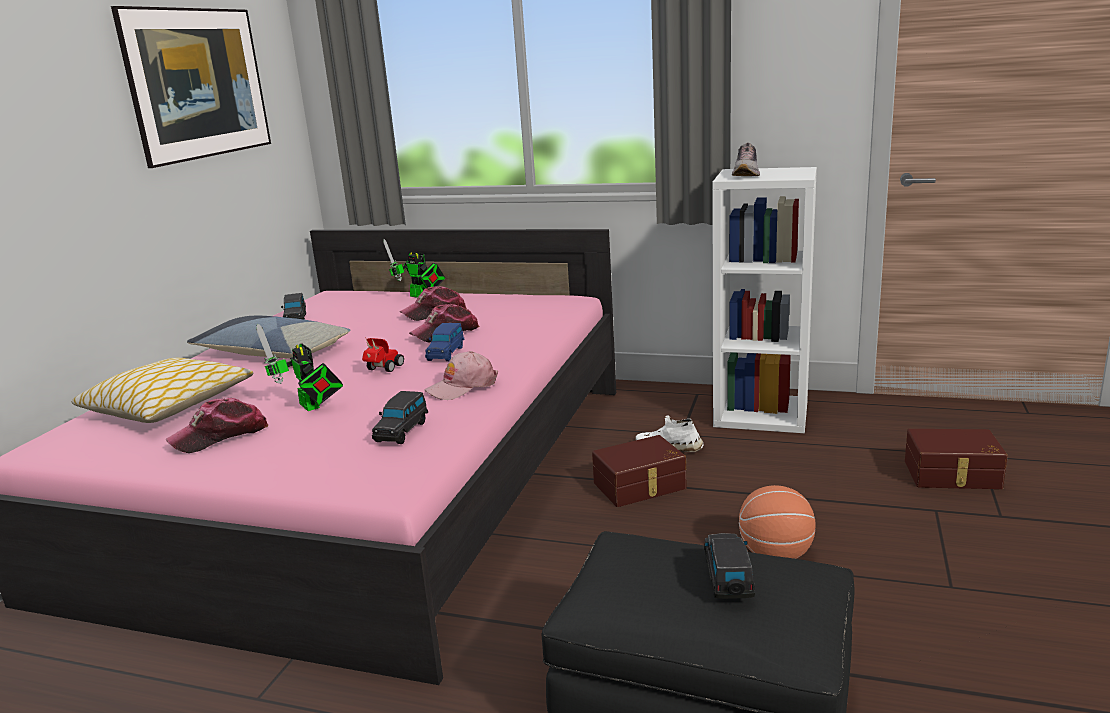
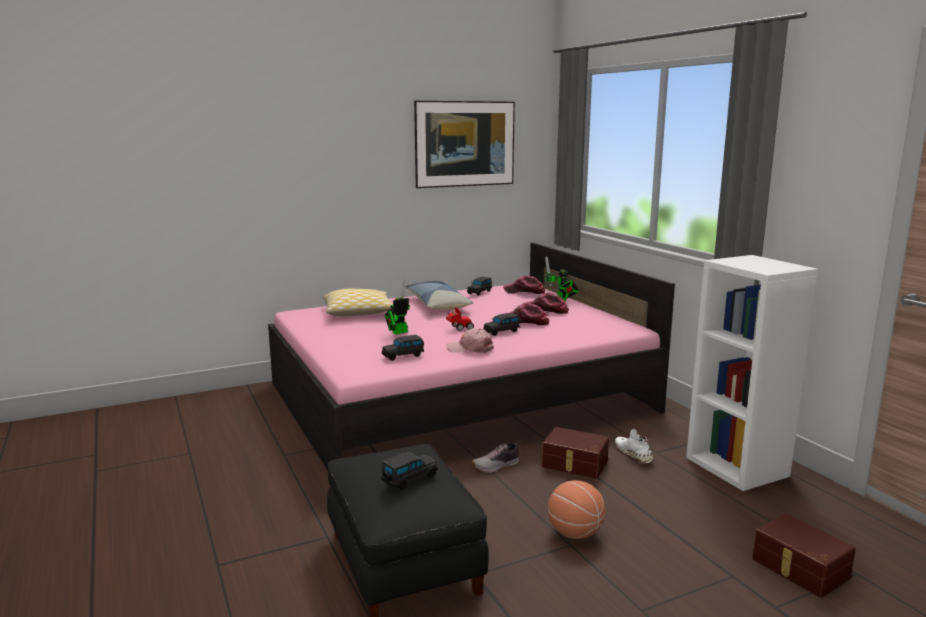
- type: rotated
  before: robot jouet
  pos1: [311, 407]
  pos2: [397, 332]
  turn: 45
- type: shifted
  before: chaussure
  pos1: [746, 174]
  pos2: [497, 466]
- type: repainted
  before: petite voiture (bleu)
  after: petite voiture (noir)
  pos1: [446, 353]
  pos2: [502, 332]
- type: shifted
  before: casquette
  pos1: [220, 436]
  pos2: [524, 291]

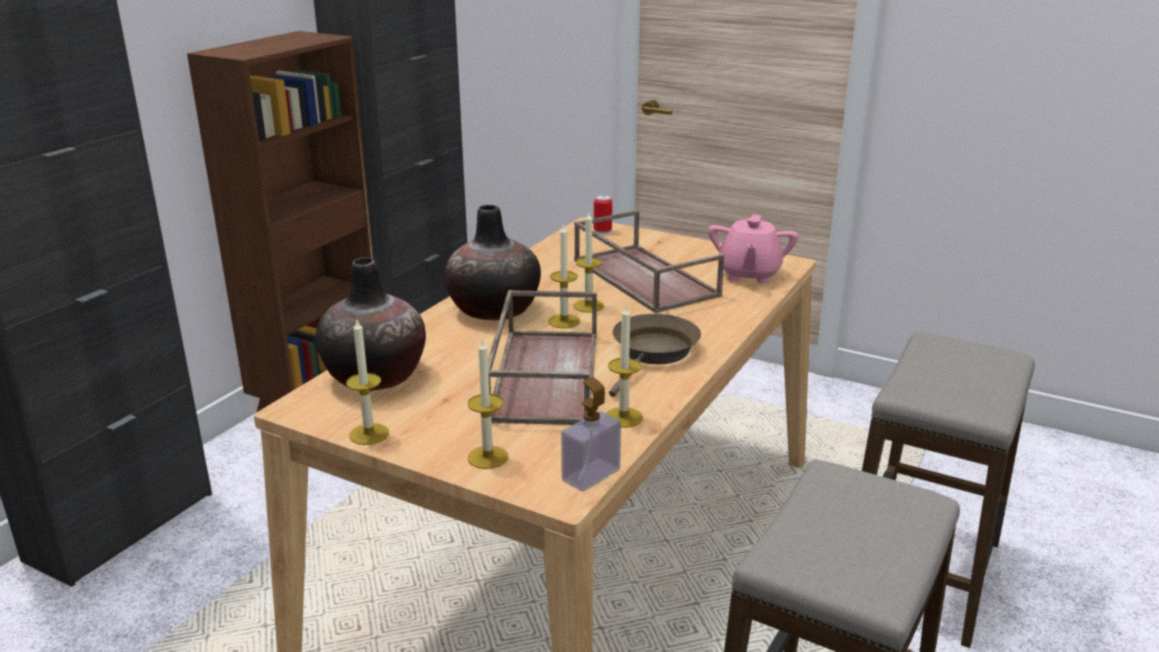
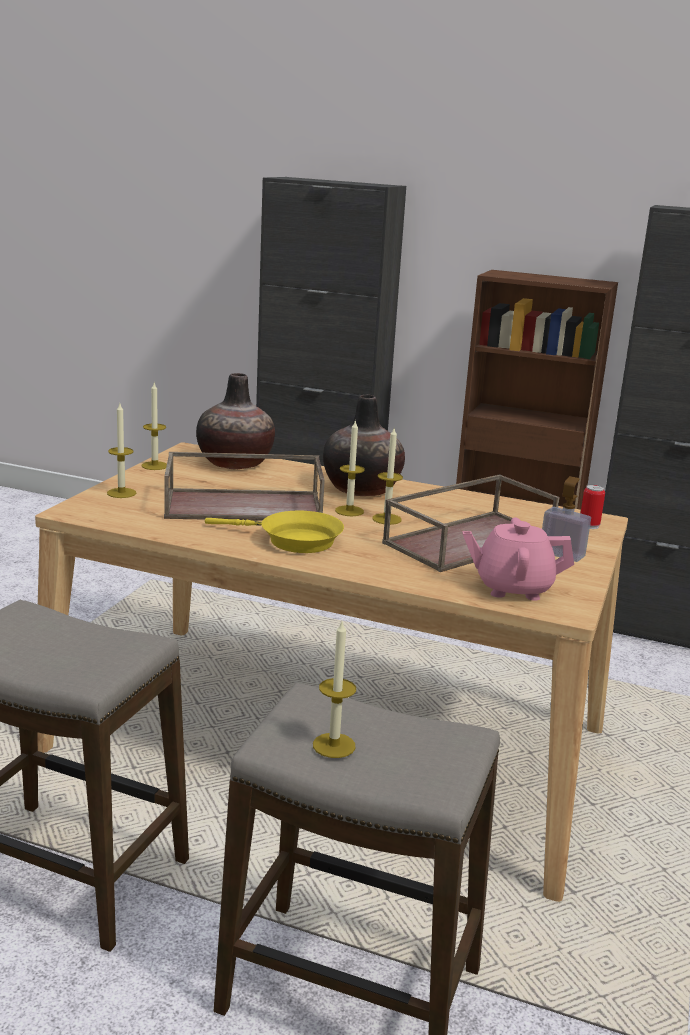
- type: repainted
  before: poêle (marron)
  after: poêle (jaune)
  pos1: [653, 353]
  pos2: [293, 540]
- type: shifted
  before: bougie
  pos1: [623, 417]
  pos2: [334, 745]
- type: shifted
  before: distributeur de savon
  pos1: [591, 475]
  pos2: [562, 554]

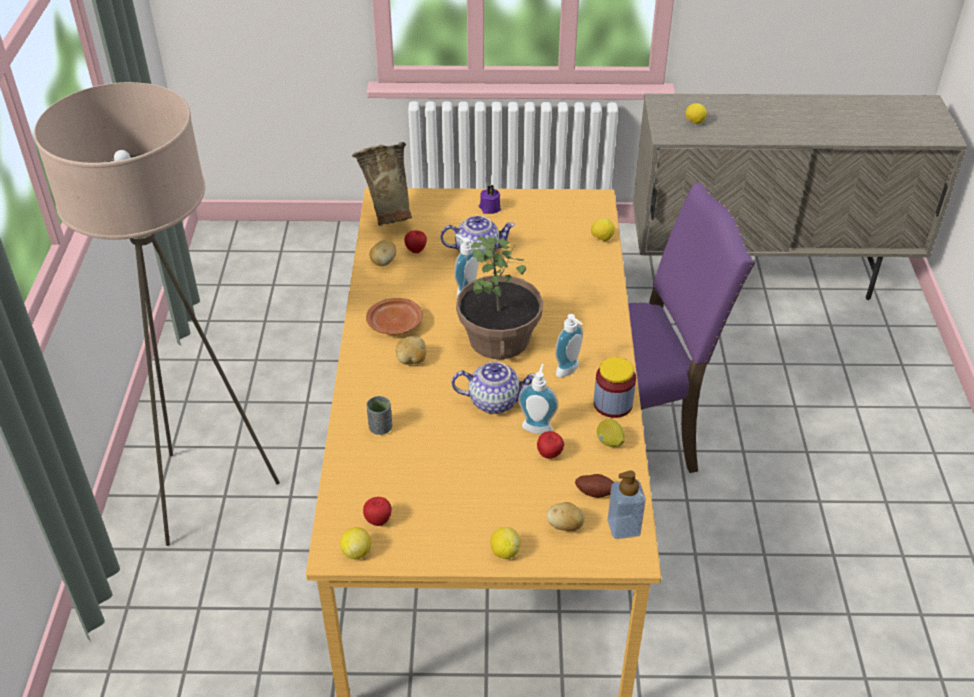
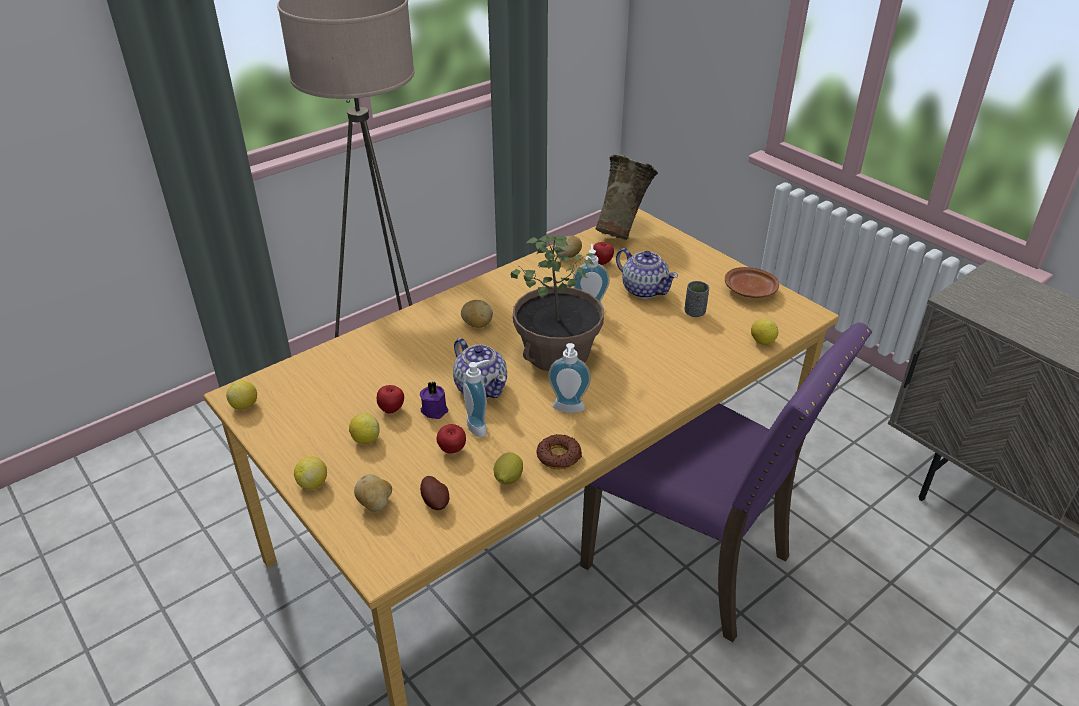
- type: shifted
  before: citron
  pos1: [694, 122]
  pos2: [366, 439]
- type: shifted
  before: pomme
  pos1: [378, 521]
  pos2: [392, 410]
- type: shifted
  before: bougie (violet)
  pos1: [489, 208]
  pos2: [434, 409]
- type: swapped
  before: bocal
  after: beignet
  pos1: [613, 404]
  pos2: [559, 456]
- type: shifted
  before: tasse (gris)
  pos1: [380, 428]
  pos2: [694, 312]
- type: shifted
  before: assiette (marron)
  pos1: [396, 324]
  pos2: [750, 291]
- type: gone
  before: distributeur de savon
  pos1: [623, 527]

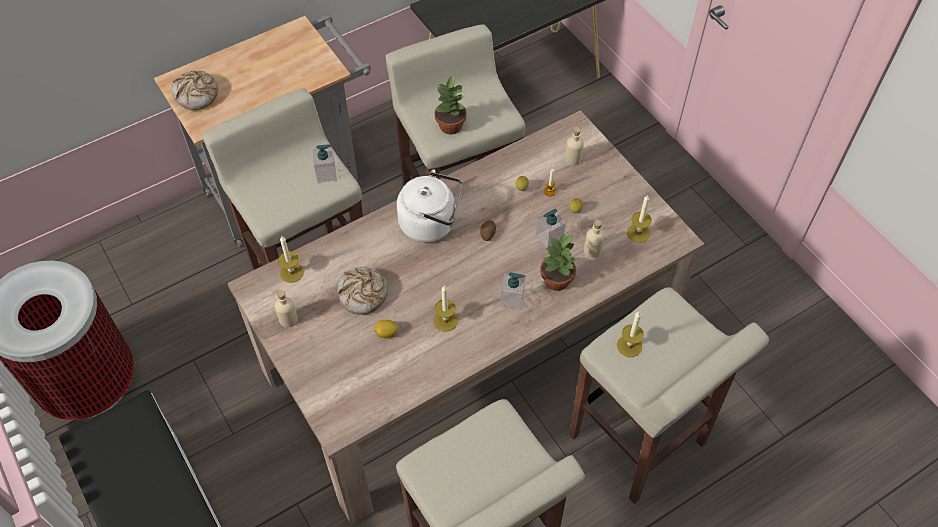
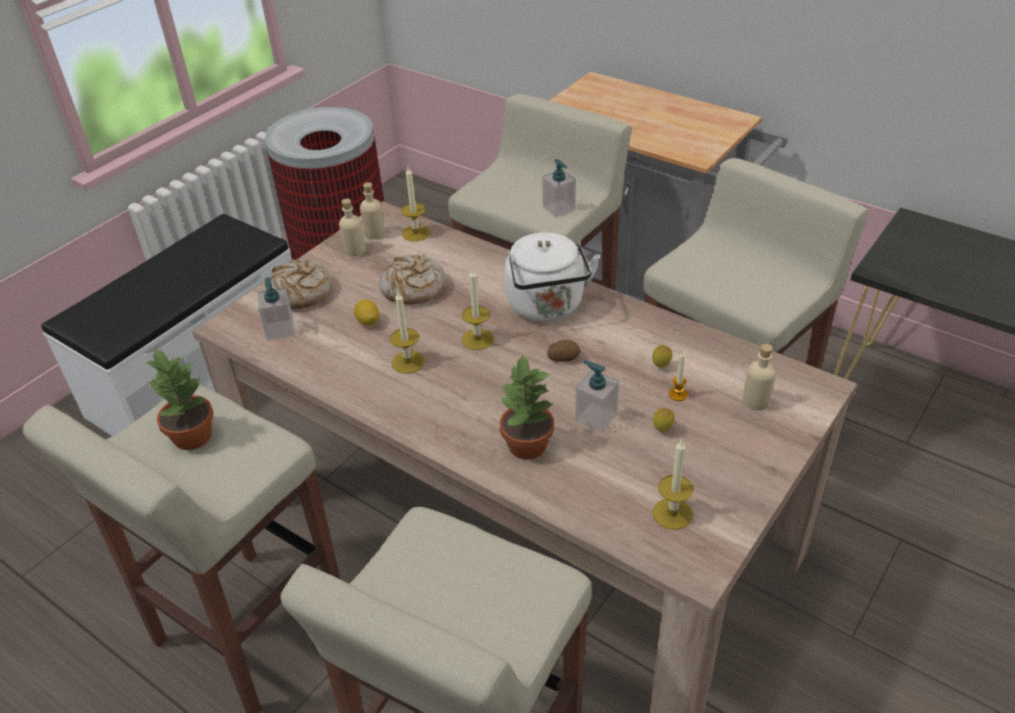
- type: shifted
  before: plante en pot
  pos1: [450, 126]
  pos2: [191, 436]
- type: shifted
  before: distributeur de savon
  pos1: [512, 299]
  pos2: [280, 330]
- type: shifted
  before: pain
  pos1: [196, 95]
  pos2: [300, 293]
- type: shifted
  before: bouteille (beige)
  pos1: [592, 250]
  pos2: [374, 233]
- type: shifted
  before: bougie
  pos1: [629, 346]
  pos2: [477, 339]

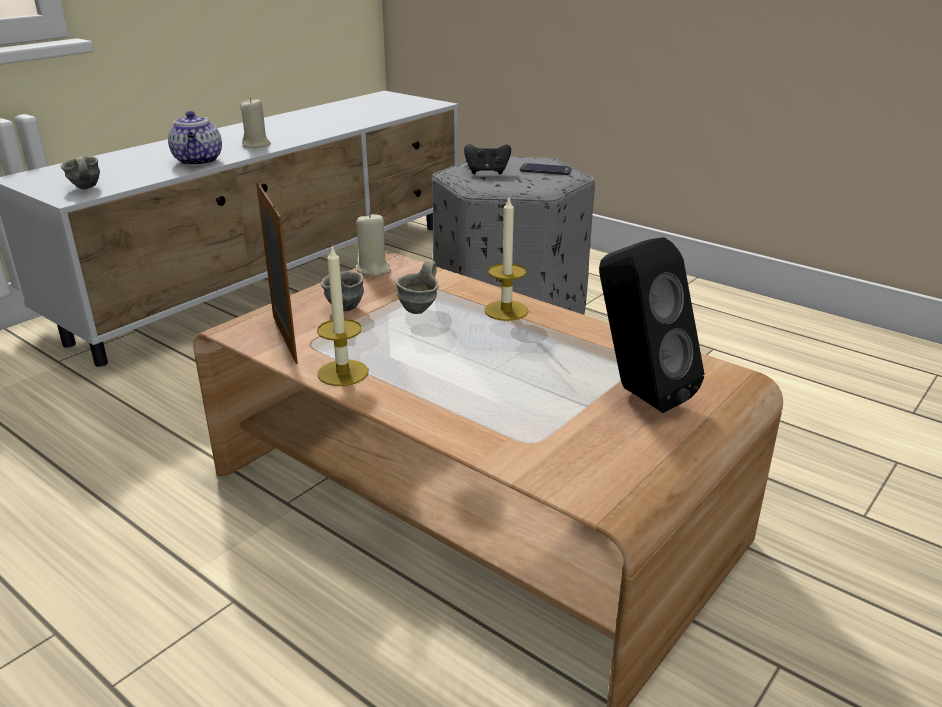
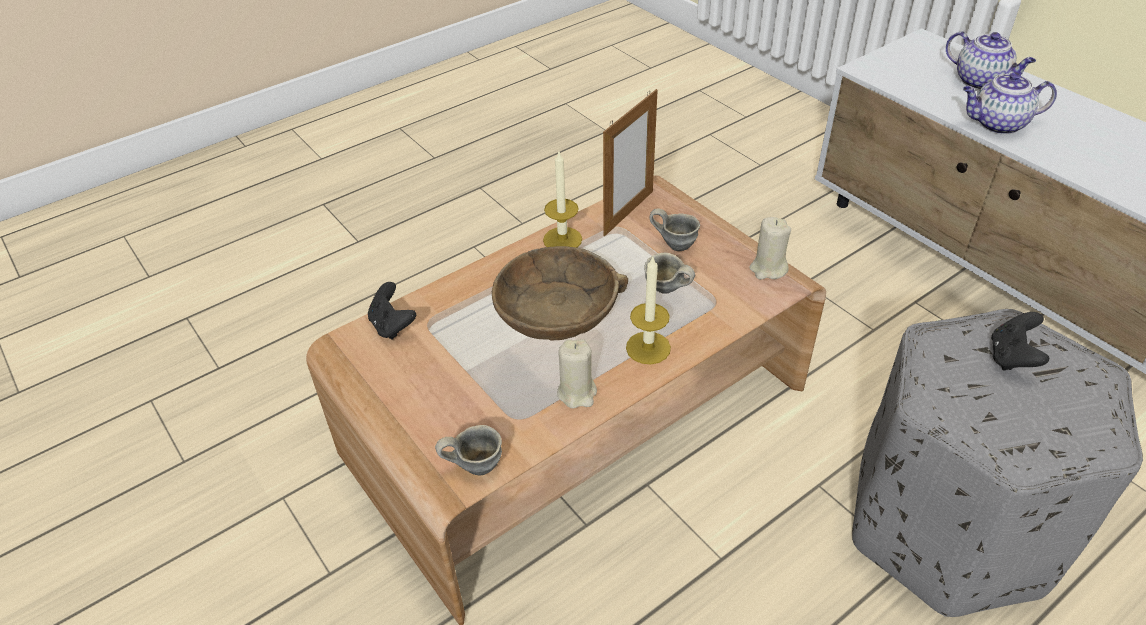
- type: new
  after: manette (noir)
  pos2: [392, 325]
- type: shifted
  before: mug (gris)
  pos1: [84, 188]
  pos2: [475, 464]
- type: new
  after: bol (marron)
  pos2: [557, 308]
- type: shifted
  before: bougie (beige)
  pos1: [256, 145]
  pos2: [577, 393]
- type: rotated
  before: cadre photo
  pos1: [284, 339]
  pos2: [628, 213]
  turn: -45
- type: new
  after: théière
  pos2: [981, 82]
- type: gone
  before: téléphone
  pos1: [545, 170]
- type: gone
  before: enceinte (noir)
  pos1: [637, 393]

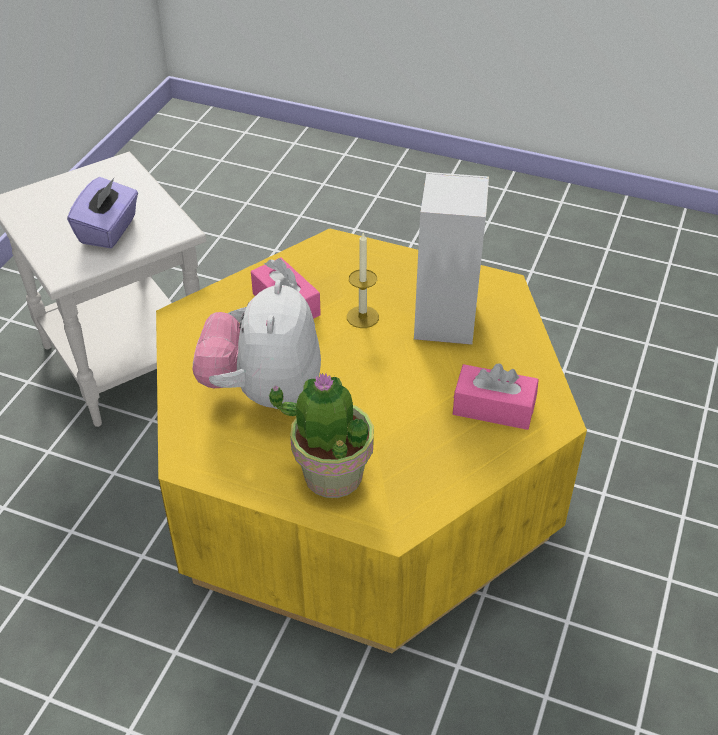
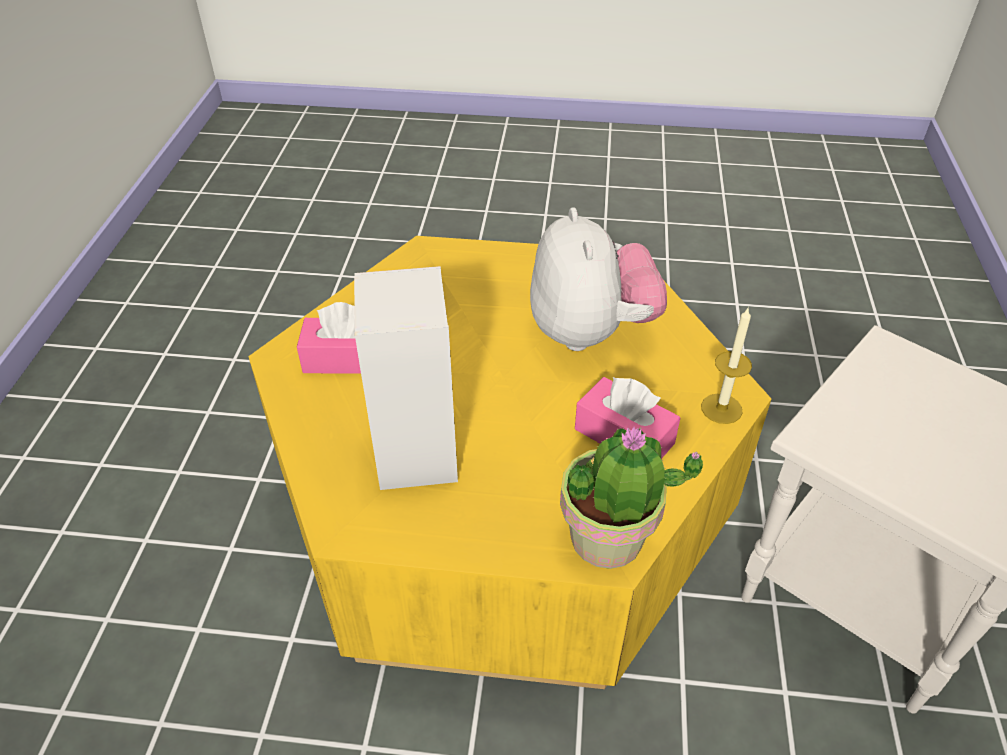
- type: shifted
  before: plante en pot
  pos1: [332, 474]
  pos2: [608, 539]
- type: shifted
  before: bougie
  pos1: [362, 317]
  pos2: [721, 408]
- type: gone
  before: boîte à mouchoirs (violet)
  pos1: [109, 230]

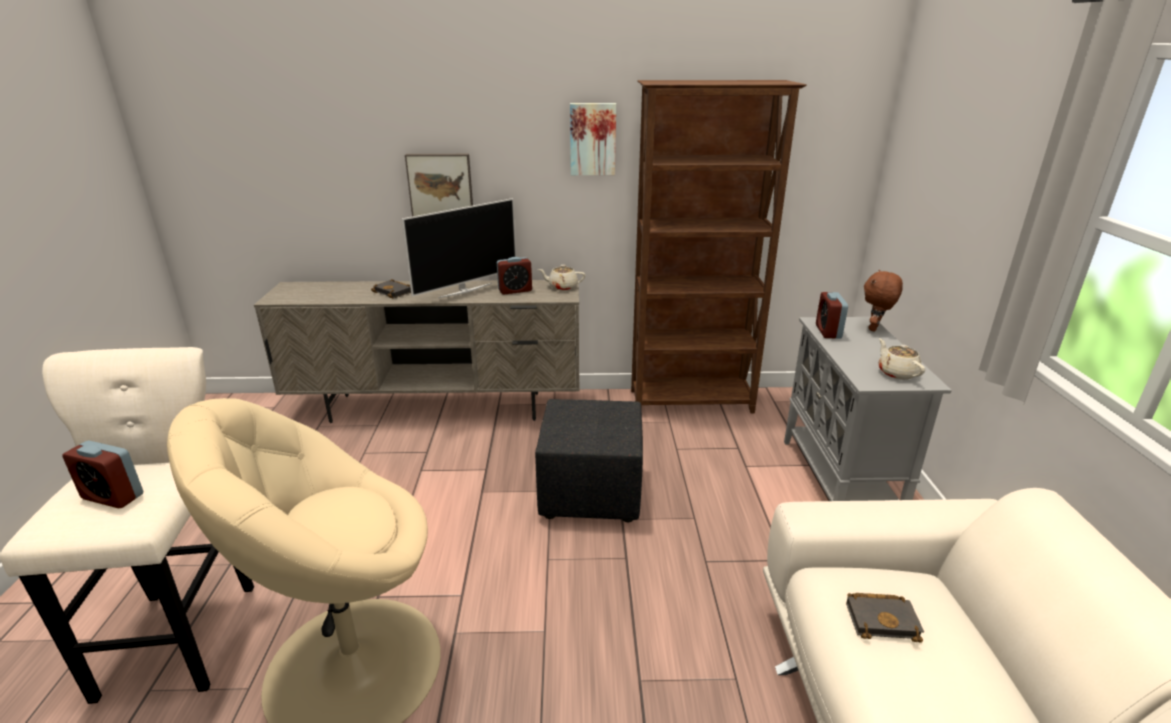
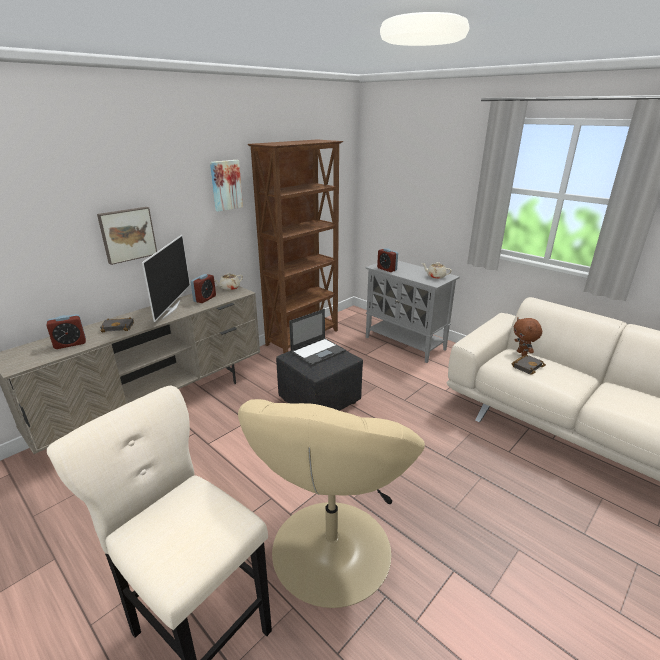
- type: shifted
  before: réveil
  pos1: [113, 496]
  pos2: [70, 344]
- type: new
  after: ordinateur portable
  pos2: [318, 351]
- type: shifted
  before: peluche (marron)
  pos1: [874, 328]
  pos2: [522, 354]

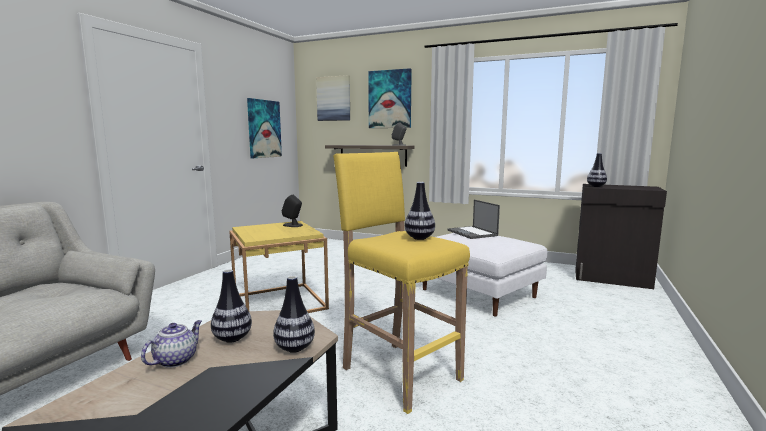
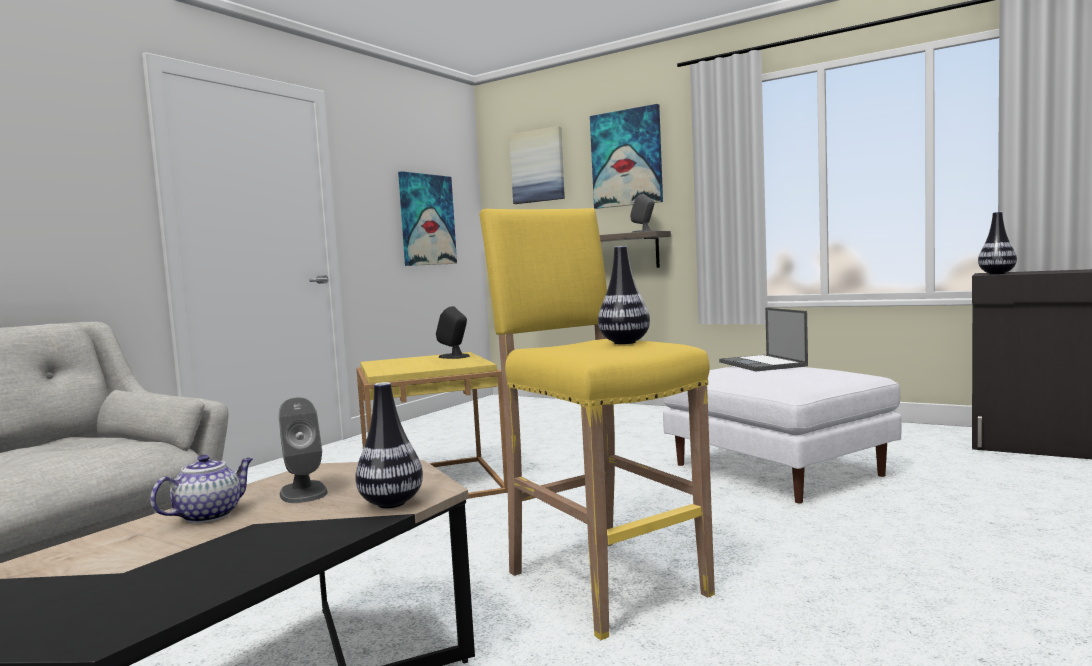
- type: swapped
  before: vase
  after: enceinte (gris)
  pos1: [232, 338]
  pos2: [303, 492]

